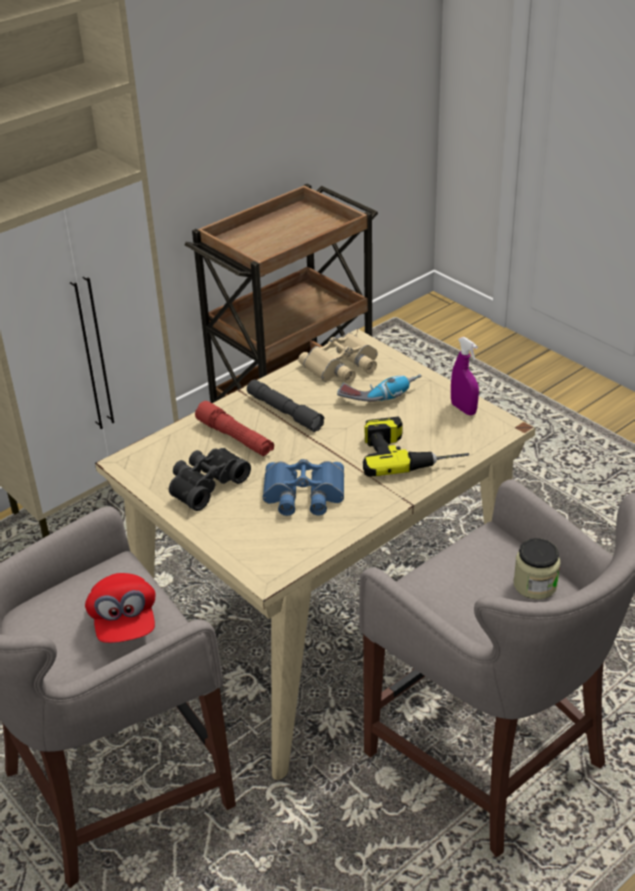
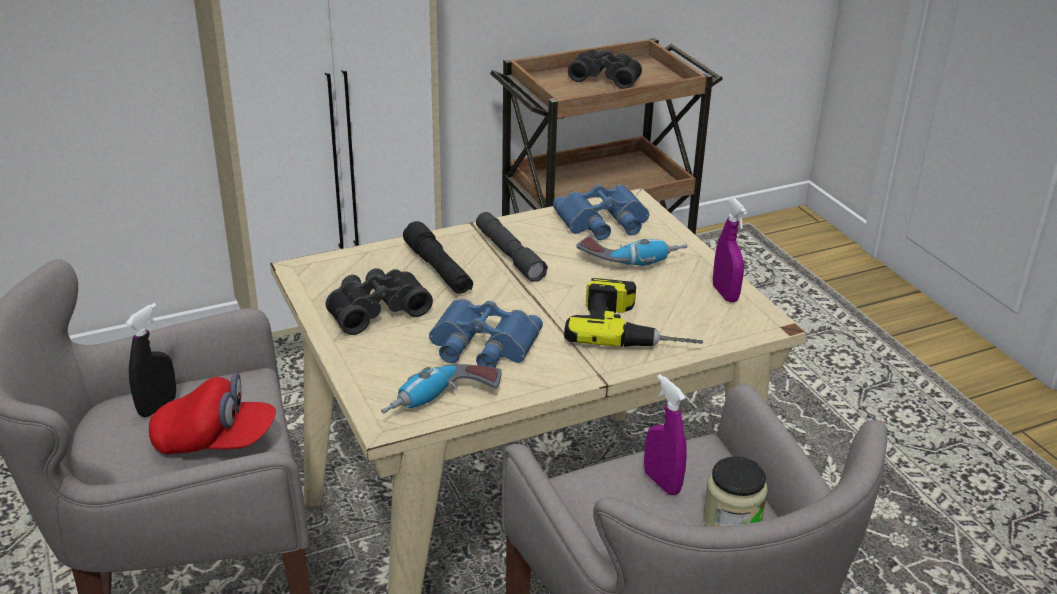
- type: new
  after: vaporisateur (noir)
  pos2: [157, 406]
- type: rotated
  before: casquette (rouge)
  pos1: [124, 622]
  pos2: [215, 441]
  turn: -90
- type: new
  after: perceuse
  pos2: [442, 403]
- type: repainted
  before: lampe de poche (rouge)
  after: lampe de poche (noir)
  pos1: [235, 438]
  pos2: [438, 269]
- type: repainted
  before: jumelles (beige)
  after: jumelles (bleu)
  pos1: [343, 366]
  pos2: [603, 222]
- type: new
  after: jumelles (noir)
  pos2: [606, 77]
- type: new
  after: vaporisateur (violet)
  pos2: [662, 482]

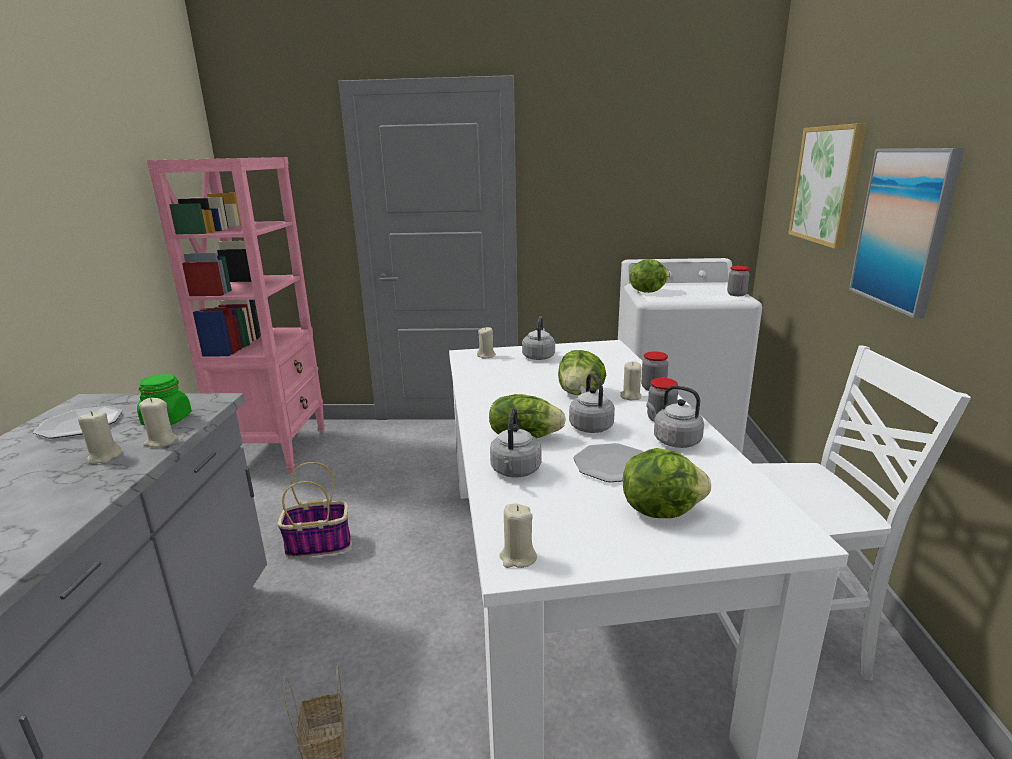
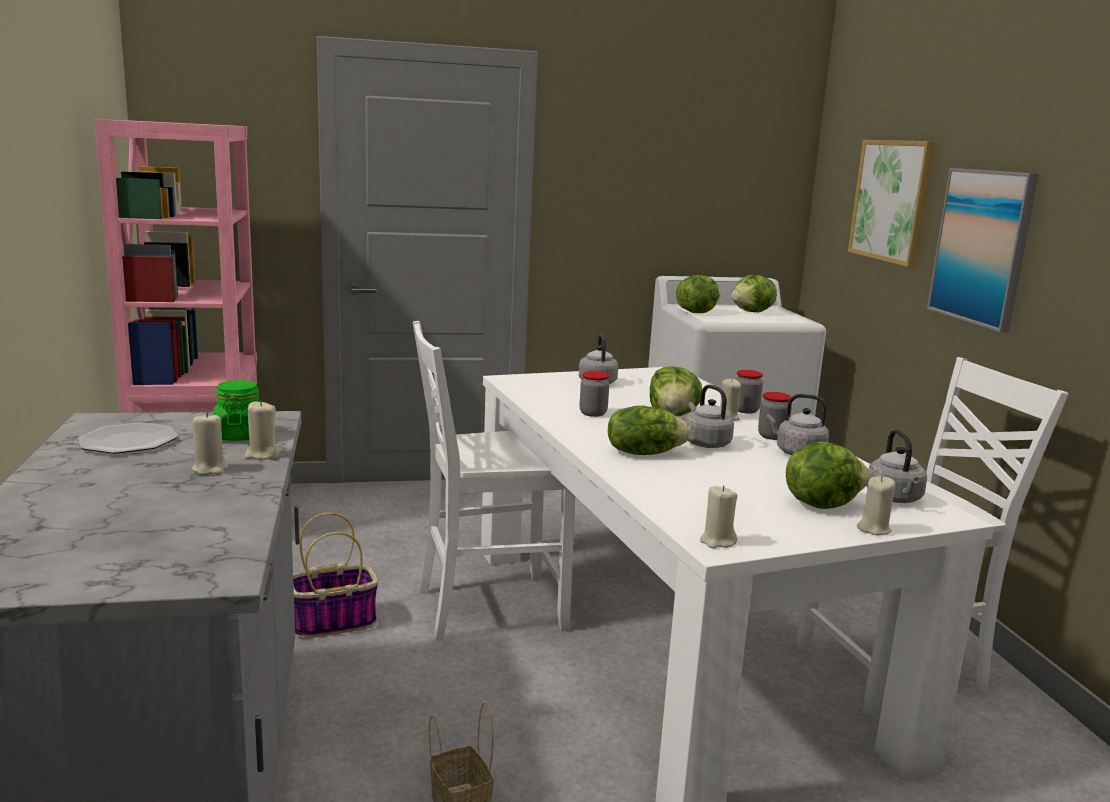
- type: new
  after: chaise (blanc)
  pos2: [487, 608]
- type: shifted
  before: bocal
  pos1: [736, 294]
  pos2: [593, 413]
- type: new
  after: laitue
  pos2: [752, 312]
- type: shifted
  before: bougie (beige)
  pos1: [486, 356]
  pos2: [873, 529]
- type: shifted
  before: bouilloire (gris)
  pos1: [515, 471]
  pos2: [895, 499]
- type: gone
  before: assiette
  pos1: [613, 465]

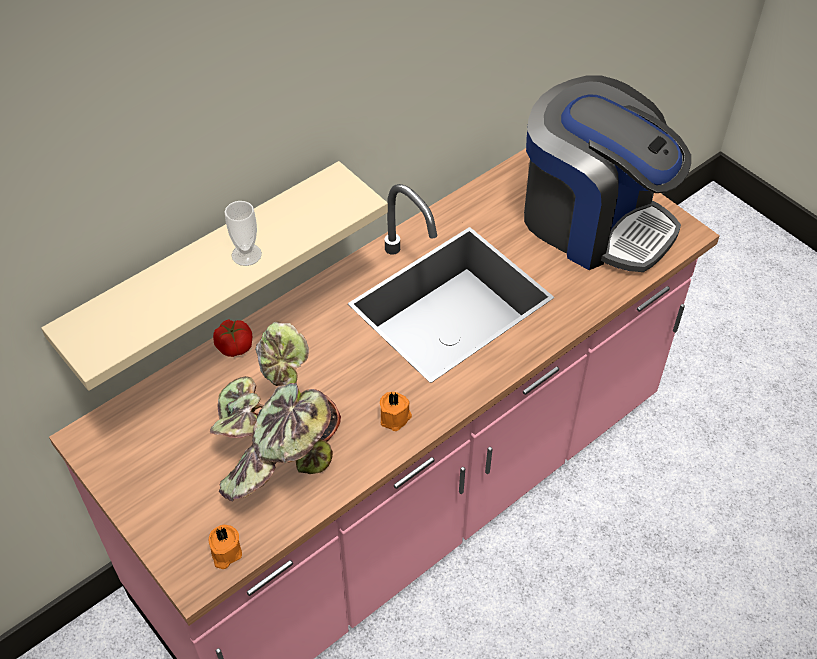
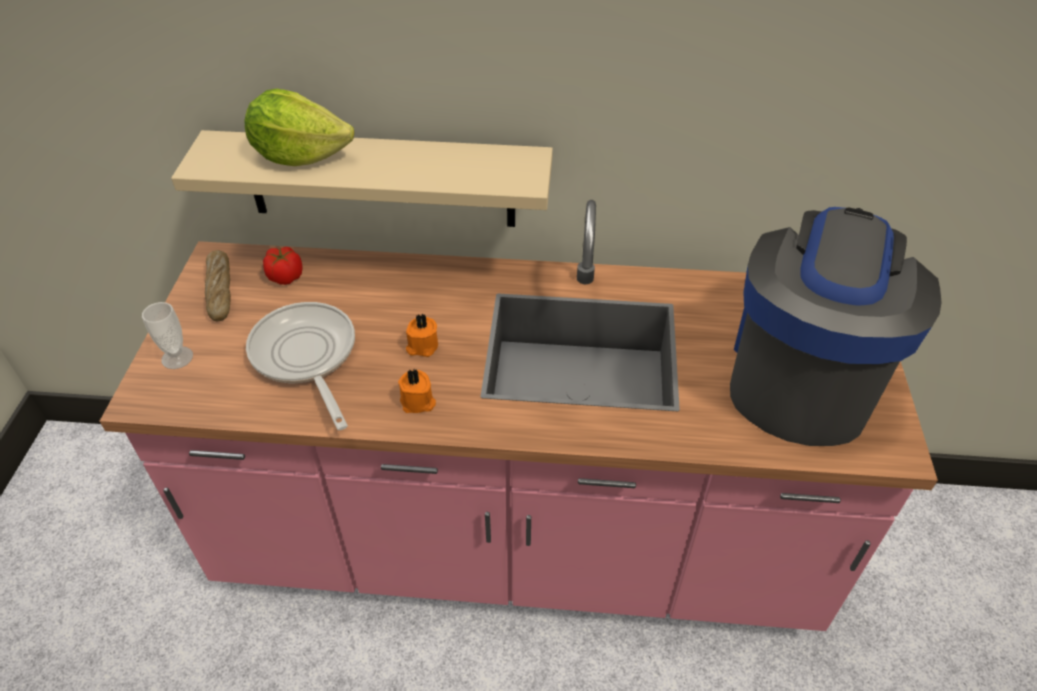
- type: shifted
  before: tasse
  pos1: [246, 254]
  pos2: [177, 357]
- type: new
  after: pain
  pos2: [220, 290]
- type: new
  after: laitue
  pos2: [300, 156]
- type: swapped
  before: plante en pot
  after: poêle
  pos1: [276, 451]
  pos2: [306, 357]
- type: shifted
  before: tomate
  pos1: [234, 347]
  pos2: [285, 276]
- type: shifted
  before: bougie (orange)
  pos1: [225, 553]
  pos2: [422, 346]
- type: rotated
  before: machine à café
  pos1: [593, 221]
  pos2: [802, 375]
  turn: -150

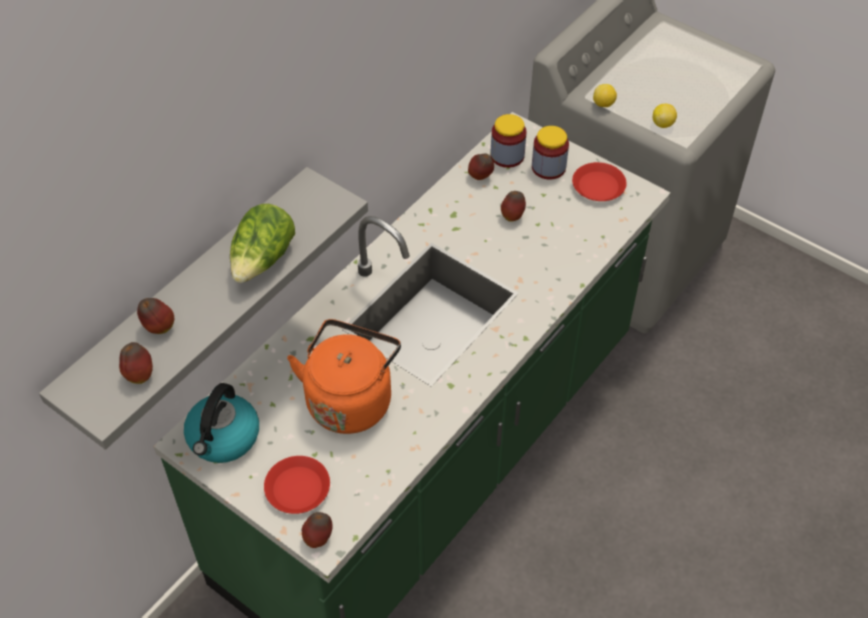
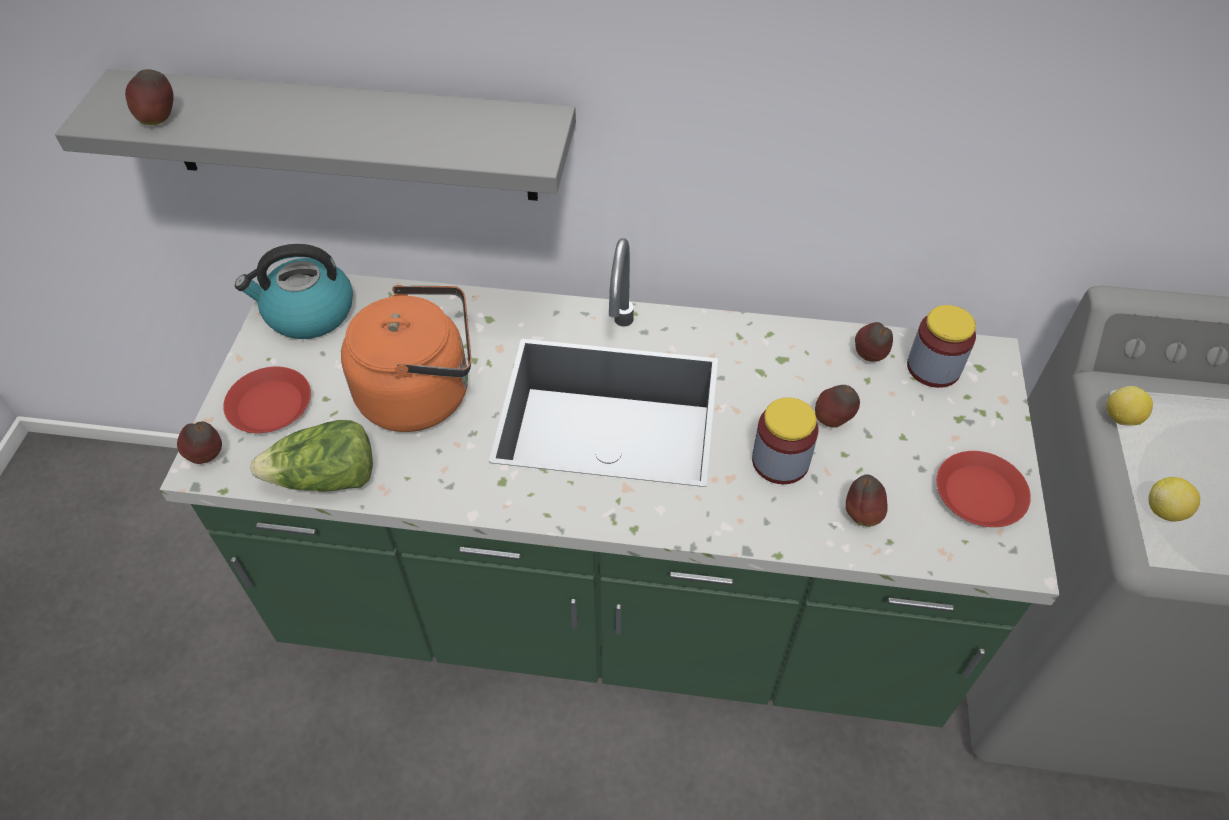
- type: shifted
  before: laitue
  pos1: [263, 260]
  pos2: [326, 478]
- type: shifted
  before: bocal
  pos1: [548, 167]
  pos2: [780, 461]
- type: shifted
  before: pomme
  pos1: [158, 328]
  pos2: [861, 514]

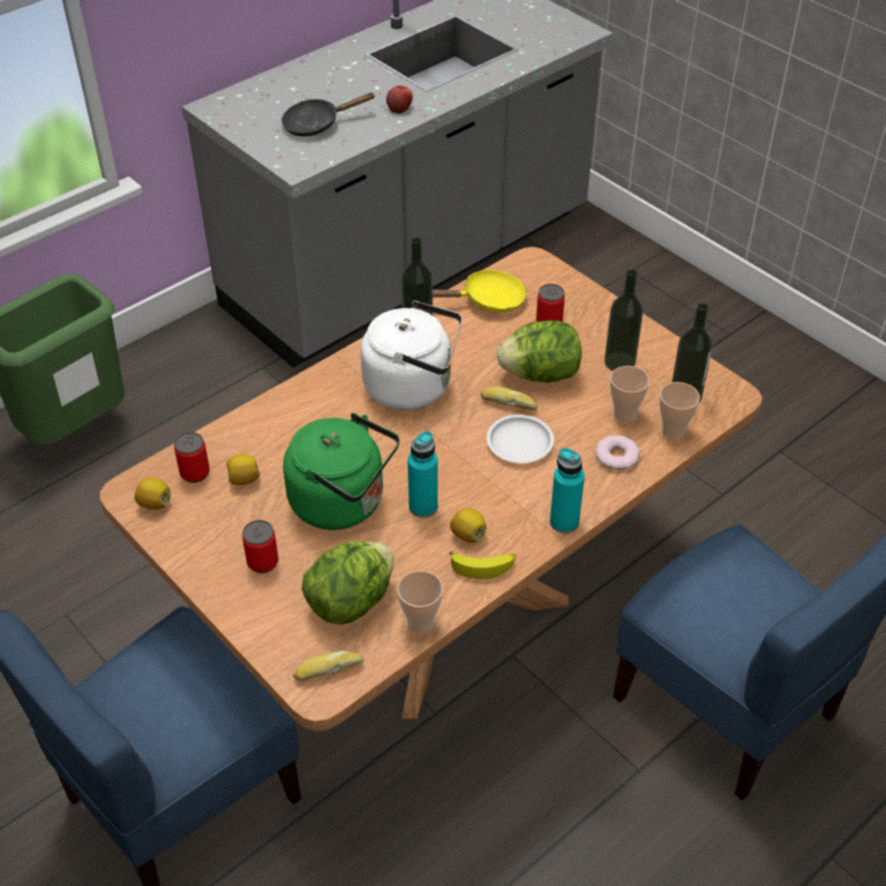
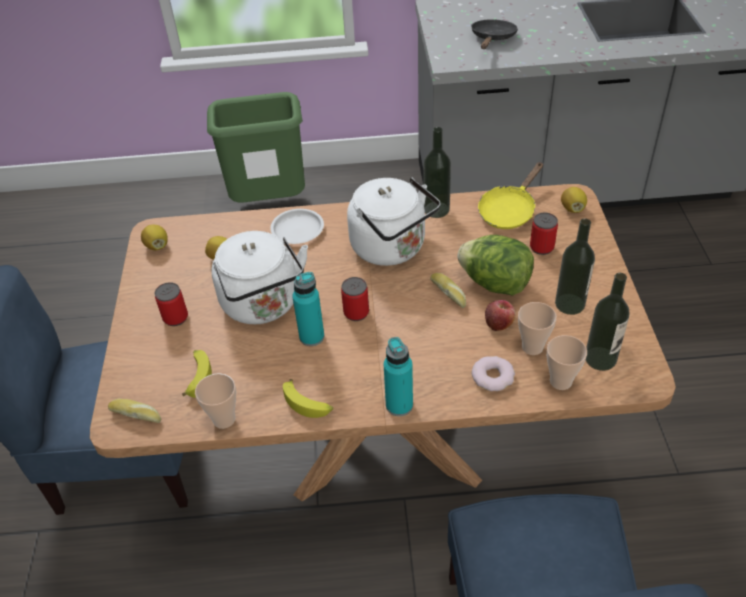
- type: swapped
  before: laitue
  after: banane
  pos1: [350, 602]
  pos2: [198, 376]
- type: repainted
  before: bouilloire (vert)
  after: bouilloire (blanc)
  pos1: [343, 503]
  pos2: [263, 305]
- type: shifted
  before: assiette (blanc)
  pos1: [520, 443]
  pos2: [298, 230]
- type: shifted
  before: boîte métallique
  pos1: [195, 473]
  pos2: [356, 312]
- type: rotated
  before: poêle (noir)
  pos1: [316, 124]
  pos2: [492, 39]
  turn: 90
- type: rotated
  before: poêle (jaune)
  pos1: [487, 300]
  pos2: [509, 211]
  turn: 105
- type: shifted
  before: pomme
  pos1: [400, 108]
  pos2: [499, 323]
- type: shifted
  before: citron
  pos1: [468, 535]
  pos2: [572, 208]

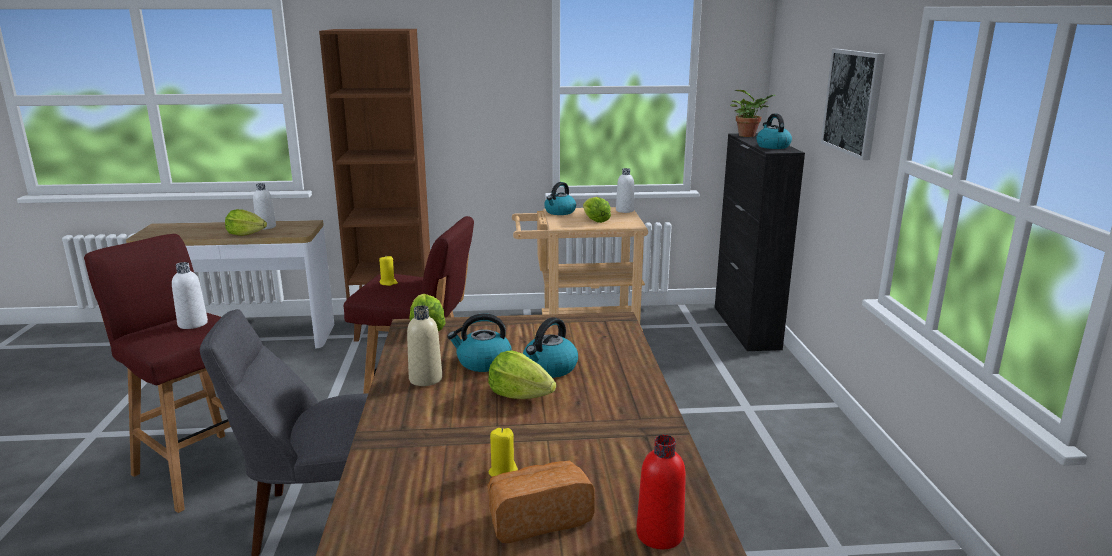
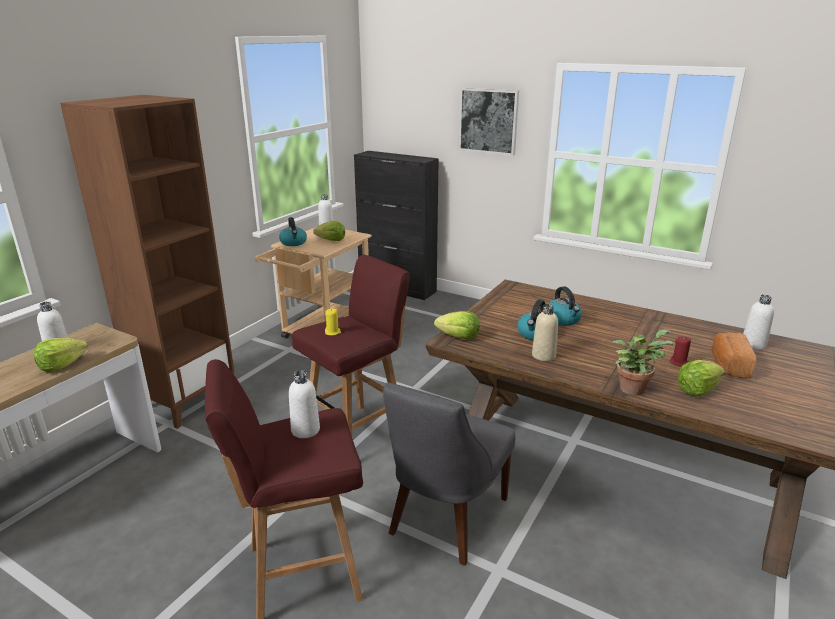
- type: shifted
  before: plante en pot
  pos1: [749, 135]
  pos2: [633, 388]
- type: repainted
  before: bougie (jaune)
  after: bougie (rouge)
  pos1: [503, 472]
  pos2: [679, 362]
- type: shifted
  before: laitue
  pos1: [520, 395]
  pos2: [697, 390]
- type: repainted
  before: bouteille (rouge)
  after: bouteille (blanc)
  pos1: [659, 534]
  pos2: [753, 345]
- type: gone
  before: bouilloire
  pos1: [772, 146]

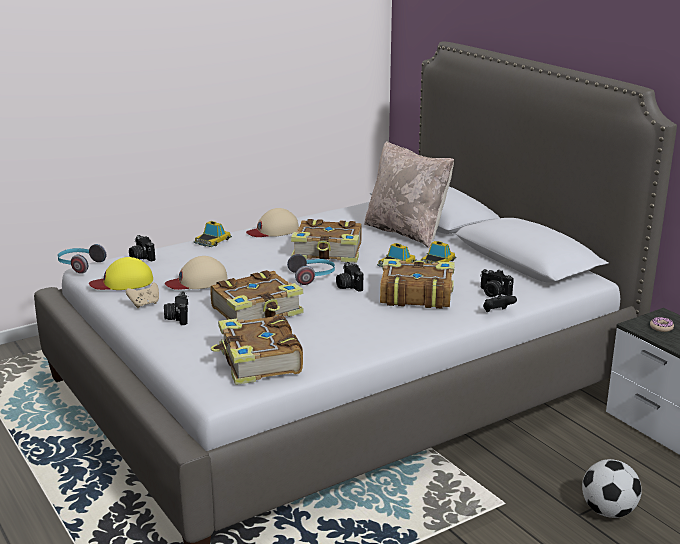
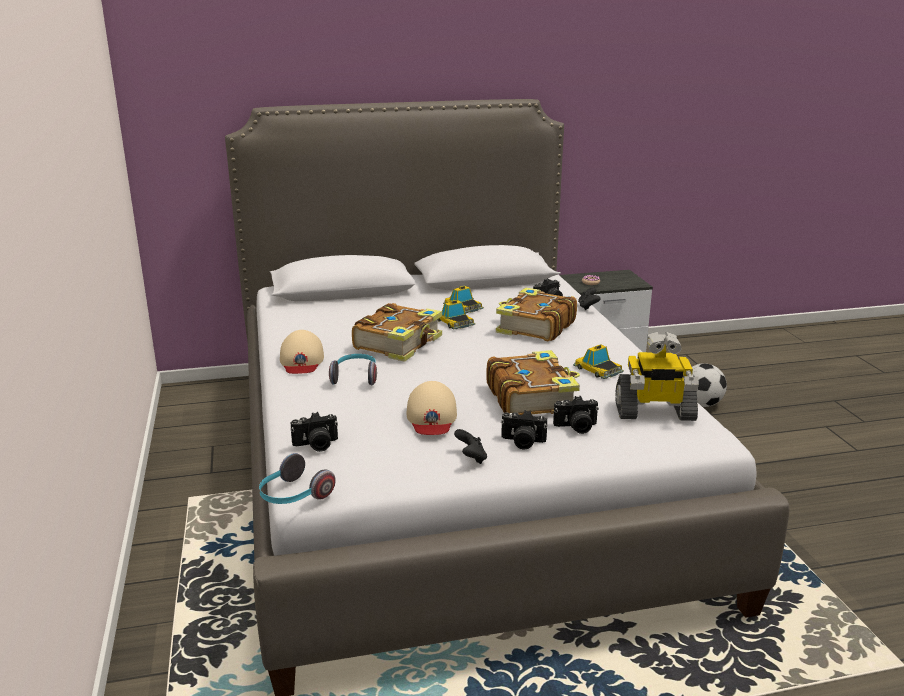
- type: shifted
  before: casque audio
  pos1: [313, 277]
  pos2: [355, 377]
- type: repainted
  before: manette (beige)
  after: manette (noir)
  pos1: [145, 304]
  pos2: [471, 458]
- type: shifted
  before: appareil photo
  pos1: [348, 286]
  pos2: [576, 427]
- type: shifted
  before: petite voiture
  pos1: [213, 240]
  pos2: [598, 369]
- type: swapped
  before: livre
  after: robot jouet
  pos1: [258, 362]
  pos2: [654, 412]
- type: gone
  before: casquette (jaune)
  pos1: [122, 282]
- type: gone
  before: coussin (beige)
  pos1: [407, 232]

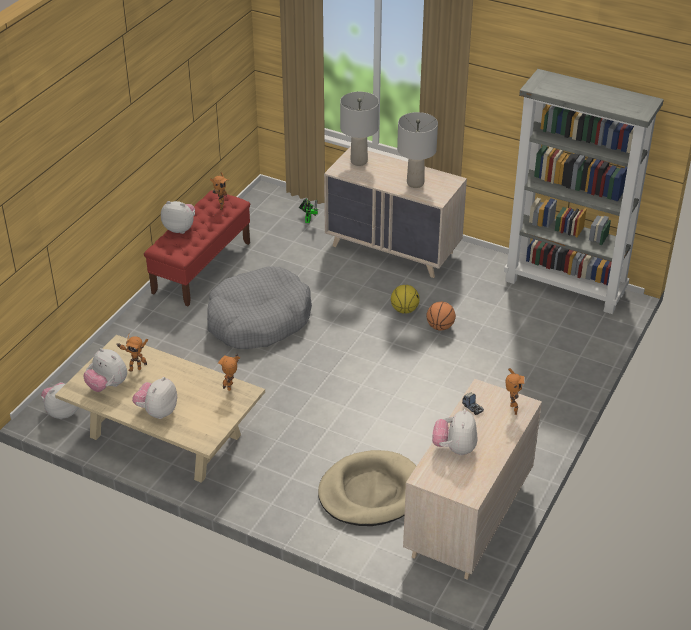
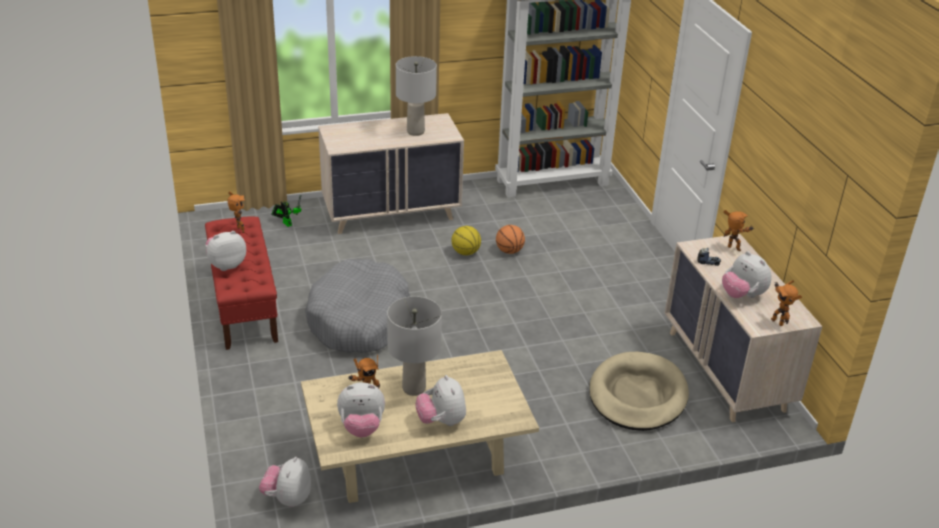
- type: shifted
  before: lampe de table (gris)
  pos1: [359, 161]
  pos2: [414, 388]
- type: shifted
  before: robot jouet
  pos1: [232, 387]
  pos2: [778, 321]

